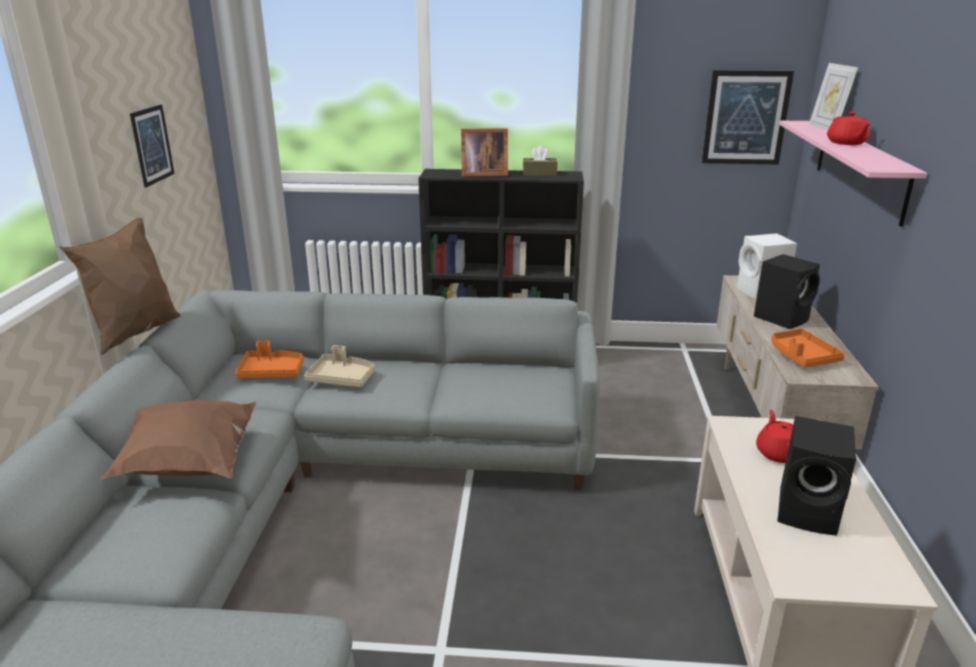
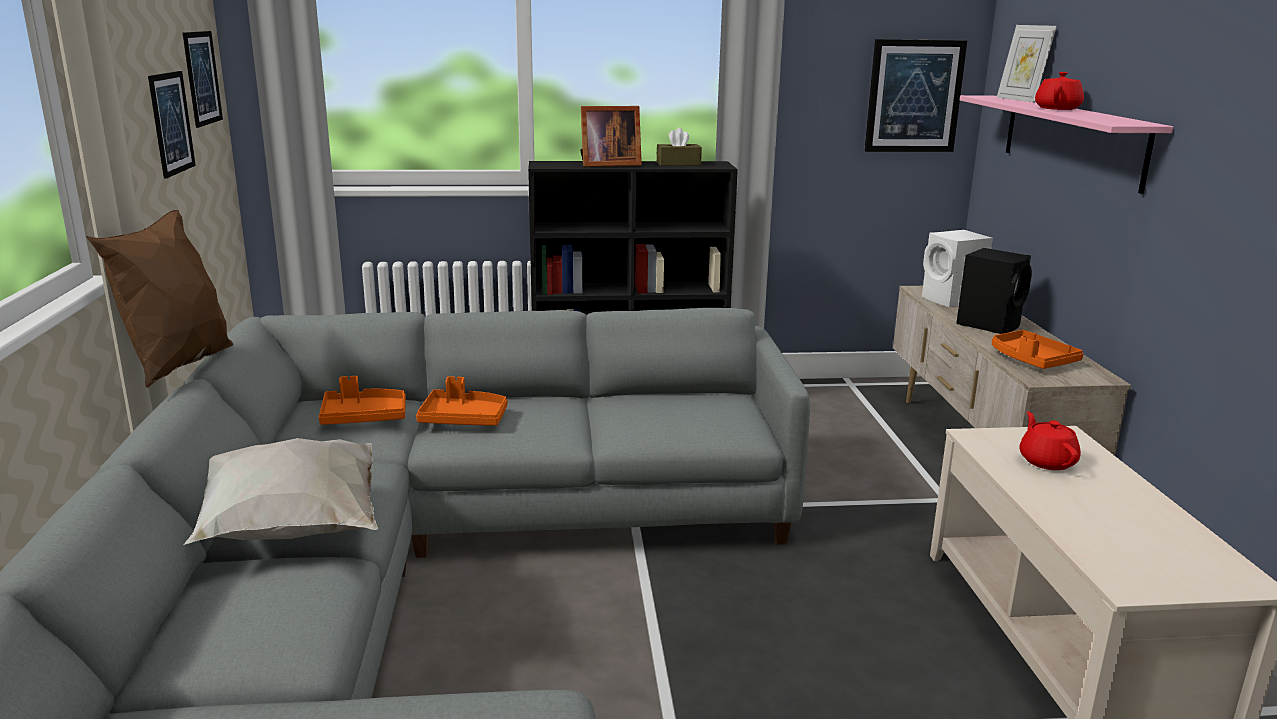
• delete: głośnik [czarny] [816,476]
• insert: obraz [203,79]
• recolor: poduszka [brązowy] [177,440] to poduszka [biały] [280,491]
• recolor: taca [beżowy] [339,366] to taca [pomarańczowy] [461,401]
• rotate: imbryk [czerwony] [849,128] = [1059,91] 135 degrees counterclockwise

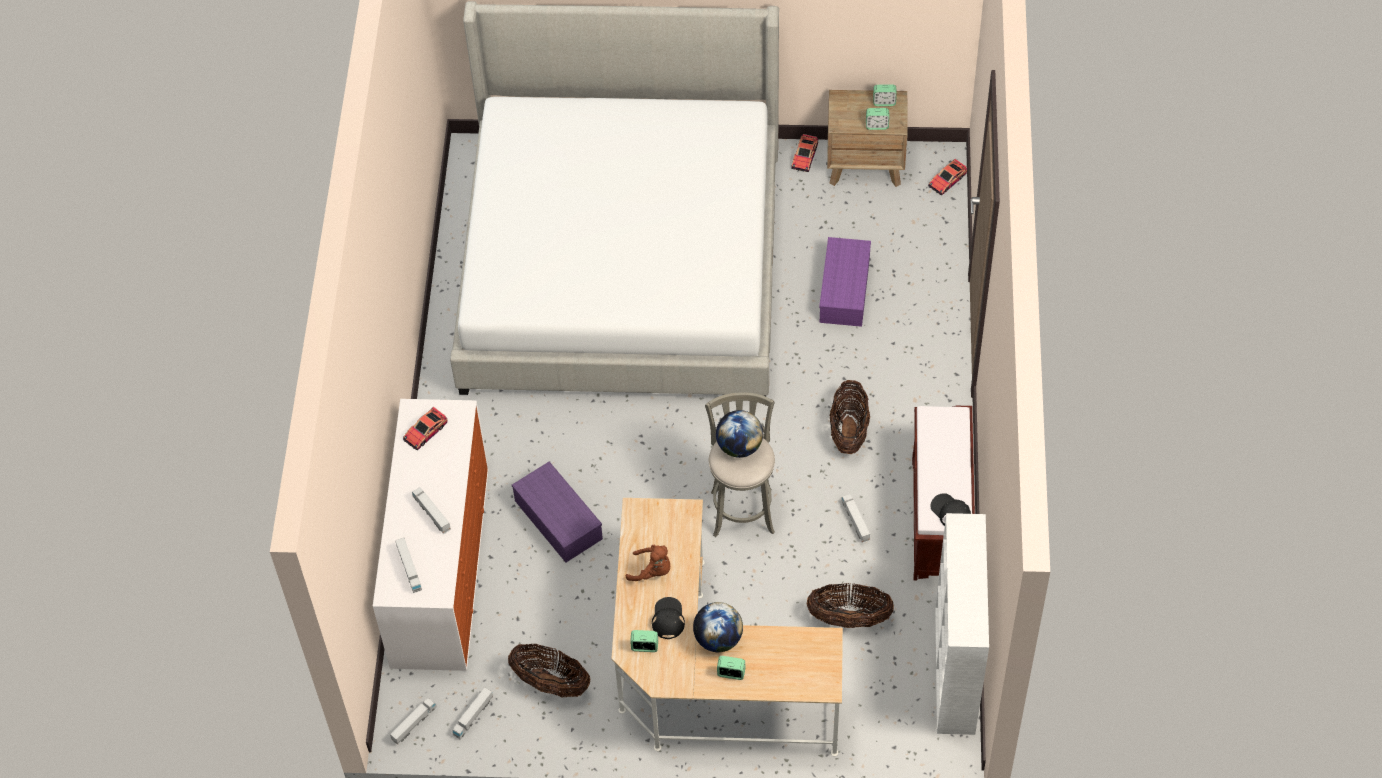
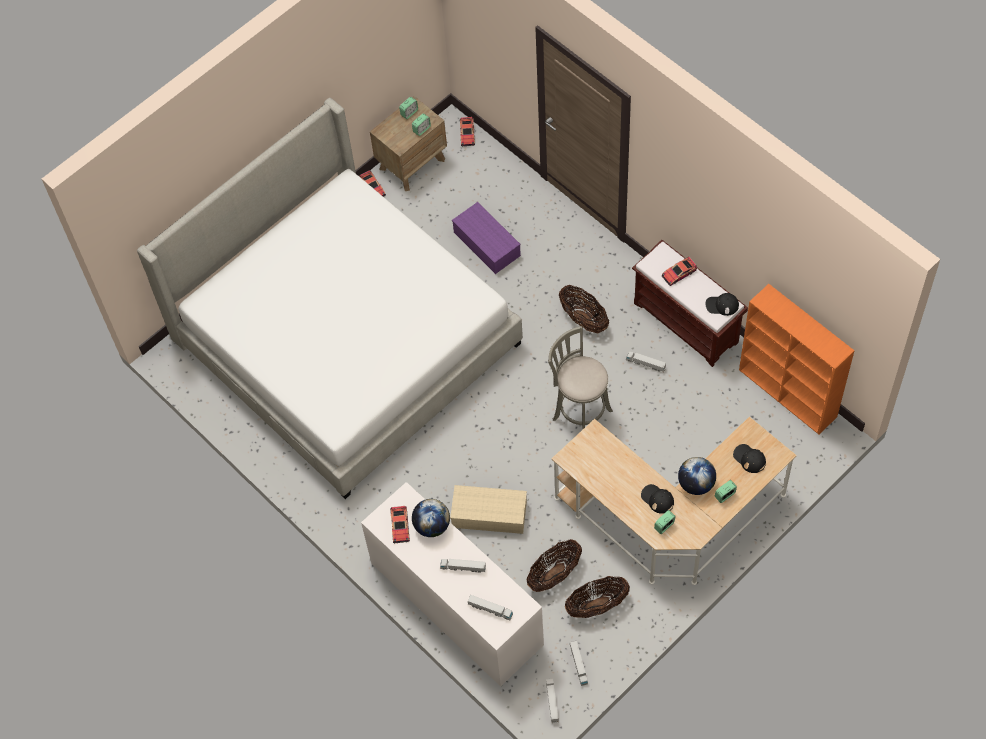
• delete: pluszak [brązowy] [648,563]
• insert: samochodzik [679,271]
• insert: czapka z daszkiem [czarny] [749,458]
• move: globus [739,434] to [431,518]
• move: koszyk [850,605] to [554,565]
• recolor: pojemnik do przechowywania [fioletowy] [557,511] to pojemnik do przechowywania [beżowy] [488,509]
• recolor: regał [biały] [962,624] to regał [pomarańczowy] [797,359]

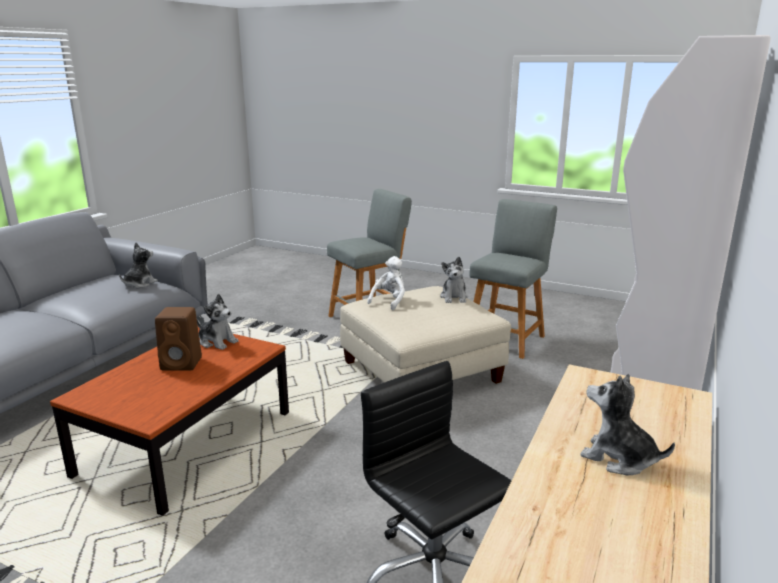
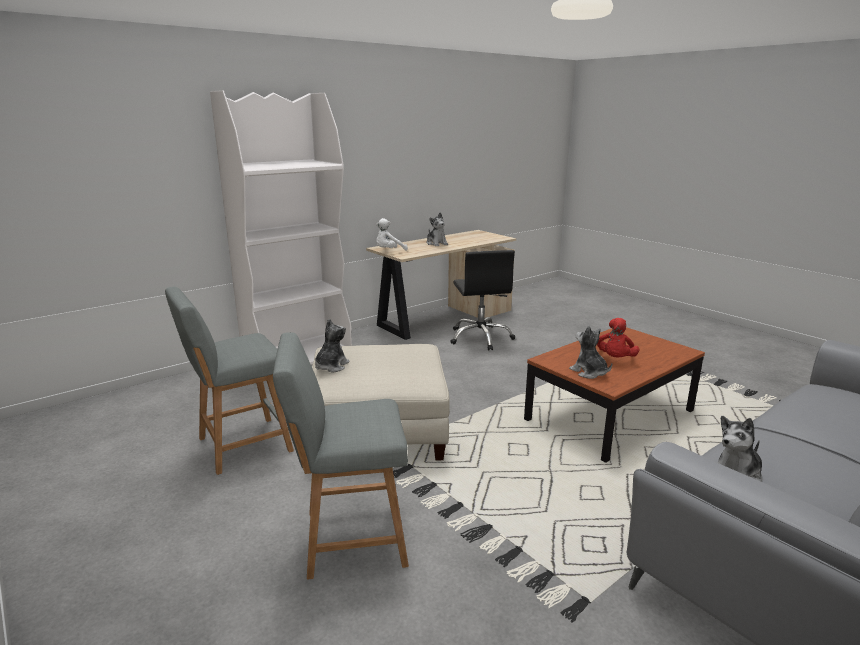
• move: pluszak [biały] [386,283] to [392,234]
• replace: głośnik [brązowy] [178,339] to pluszak [czerwony] [618,338]

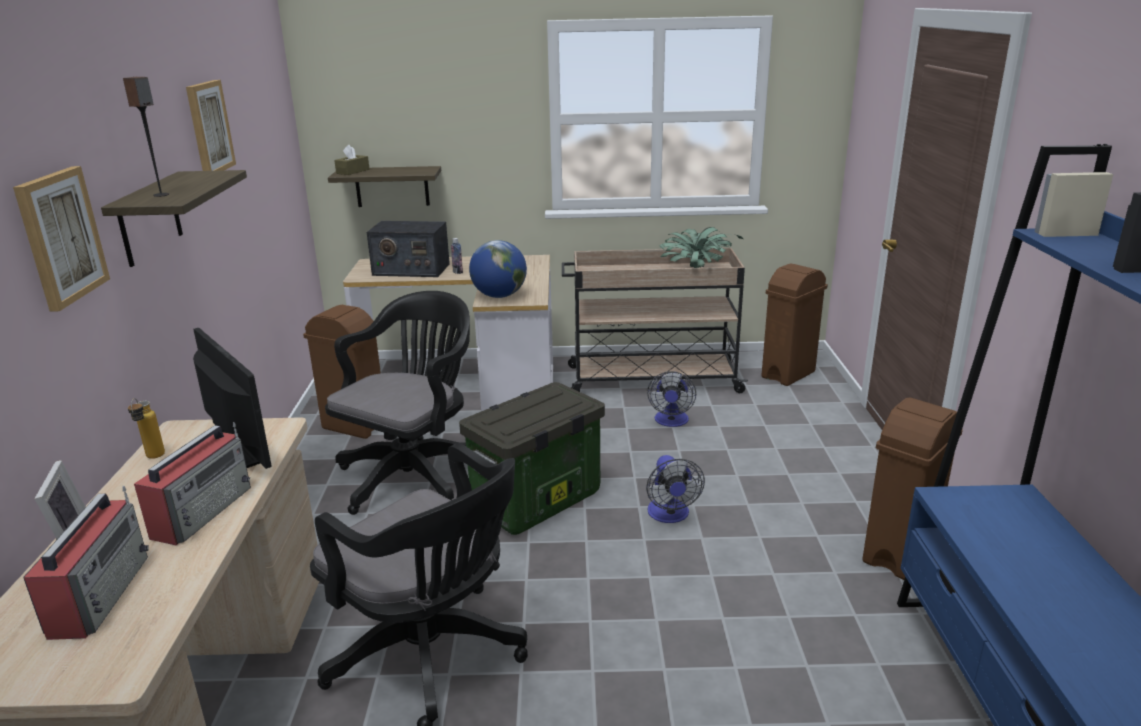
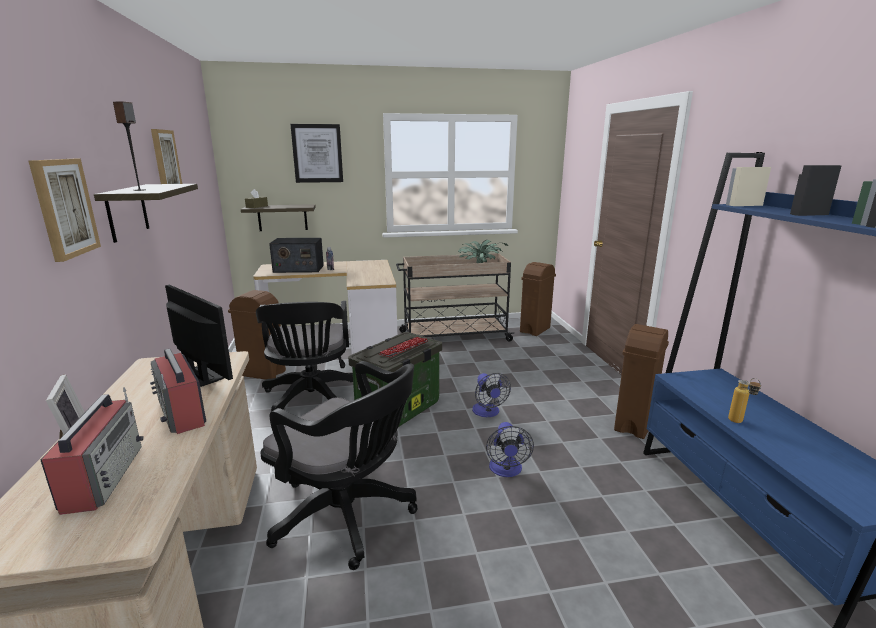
• delete: globus [498,269]
• insert: obraz [316,153]
• insert: klawiatura [403,347]
• move: butelka [146,428] to [744,400]
• move: wentylator [671,399] to [510,449]
• rotate: radio [192,483] = [178,391] 135 degrees clockwise
• rotate: krzesło biurowe [czarny] [397,403] = [304,358] 150 degrees clockwise

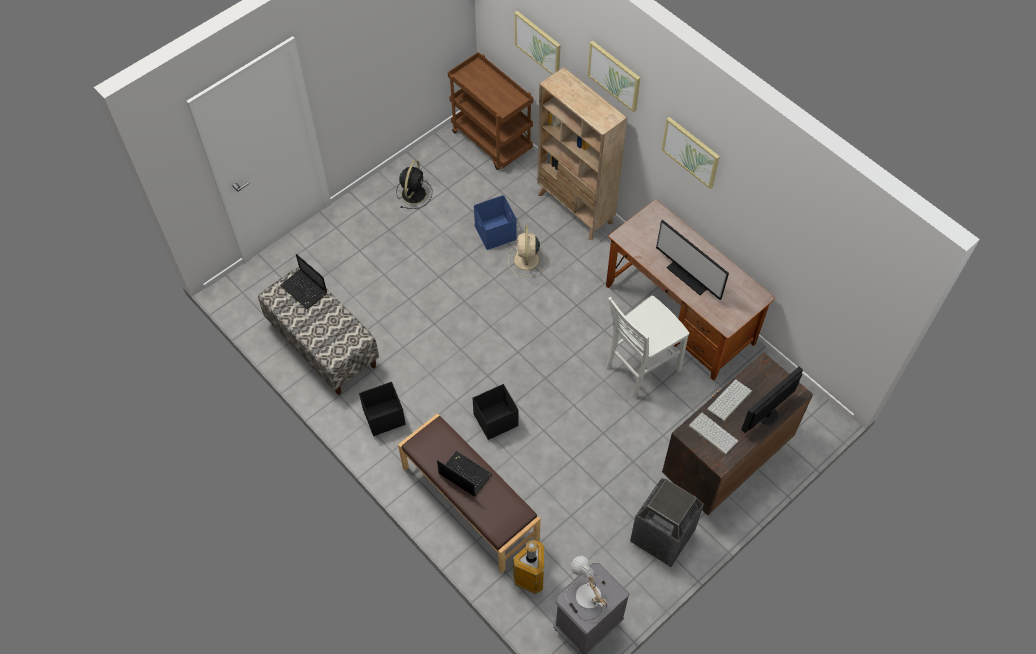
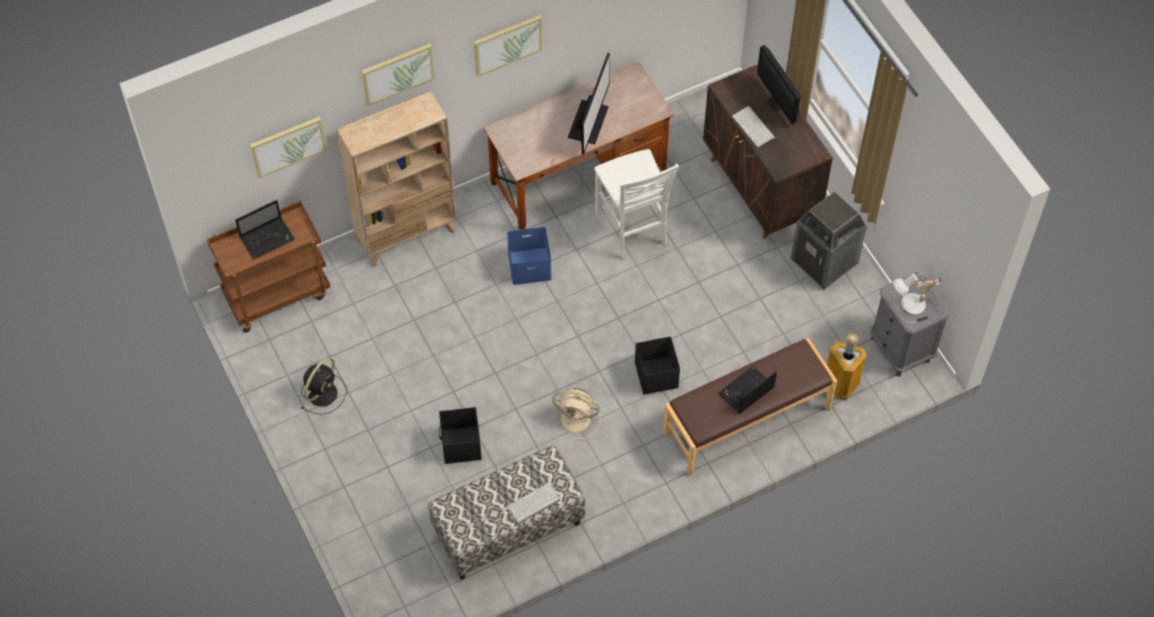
• move: laptop [303,281] to [265,229]
• move: pojemnik do przechowywania [czarny] [382,409] to [460,435]
• move: pojemnik do przechowywania [niebieski] [495,222] to [529,256]
• move: wentylator [beżowy] [527,251] to [576,413]
• move: klawiatura [713,434] to [533,503]
• rotate: wentylator [czarny] [414,184] = [324,386] 90 degrees clockwise
• rotate: monitor [692,260] = [589,103] 45 degrees counterclockwise

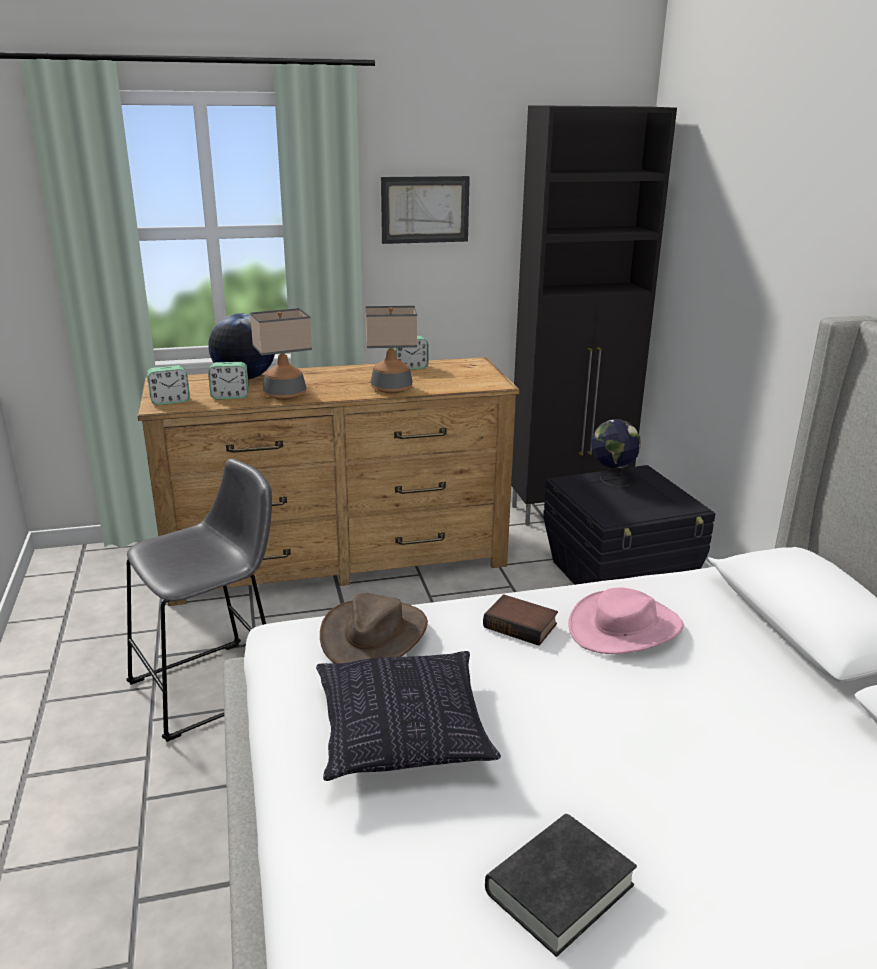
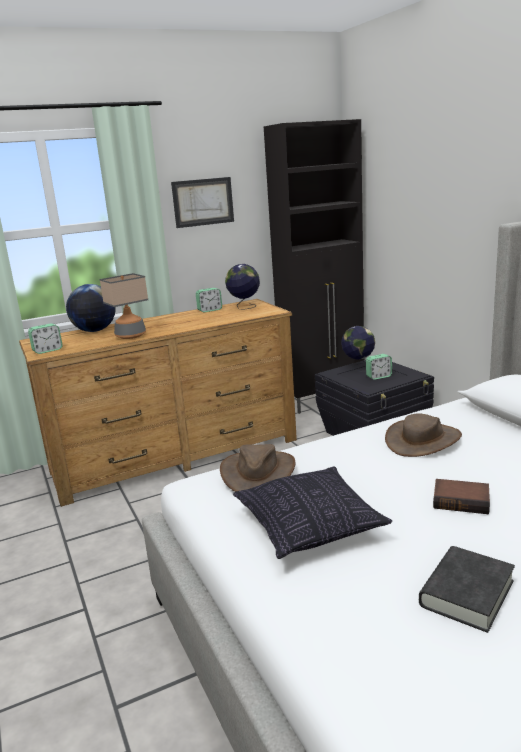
• delete: stołek [szary] [199,600]
• delete: lampa stołowa [391,349]
• insert: globus [242,286]
• move: budzik [228,380] to [379,367]
• move: książka [520,620] to [461,496]
• recolor: kapelusz [różowy] [626,620] to kapelusz [brązowy] [423,435]

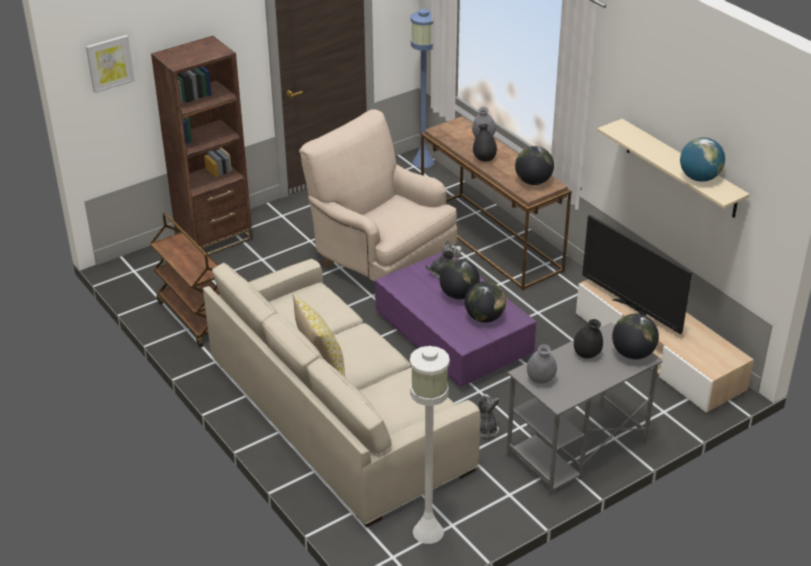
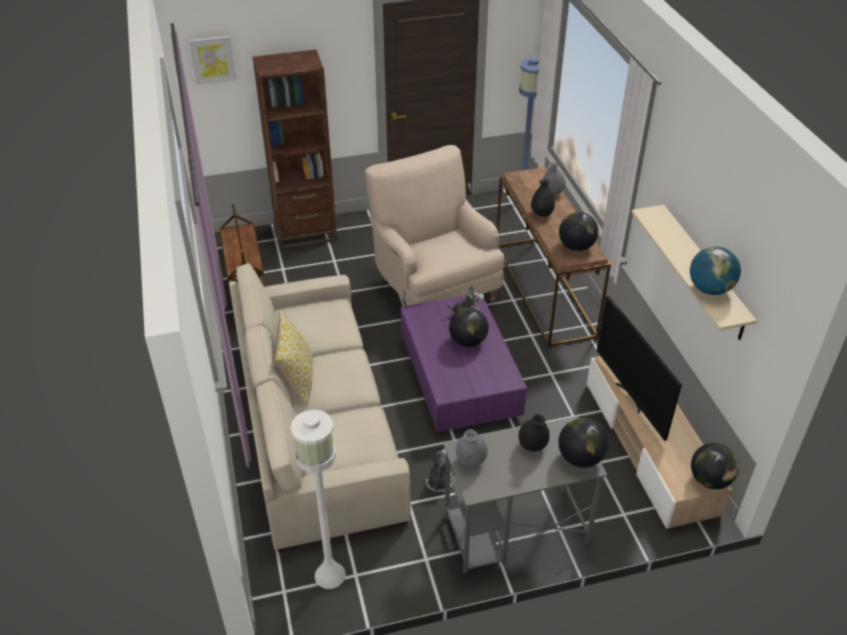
• move: globus [485,302] to [715,466]

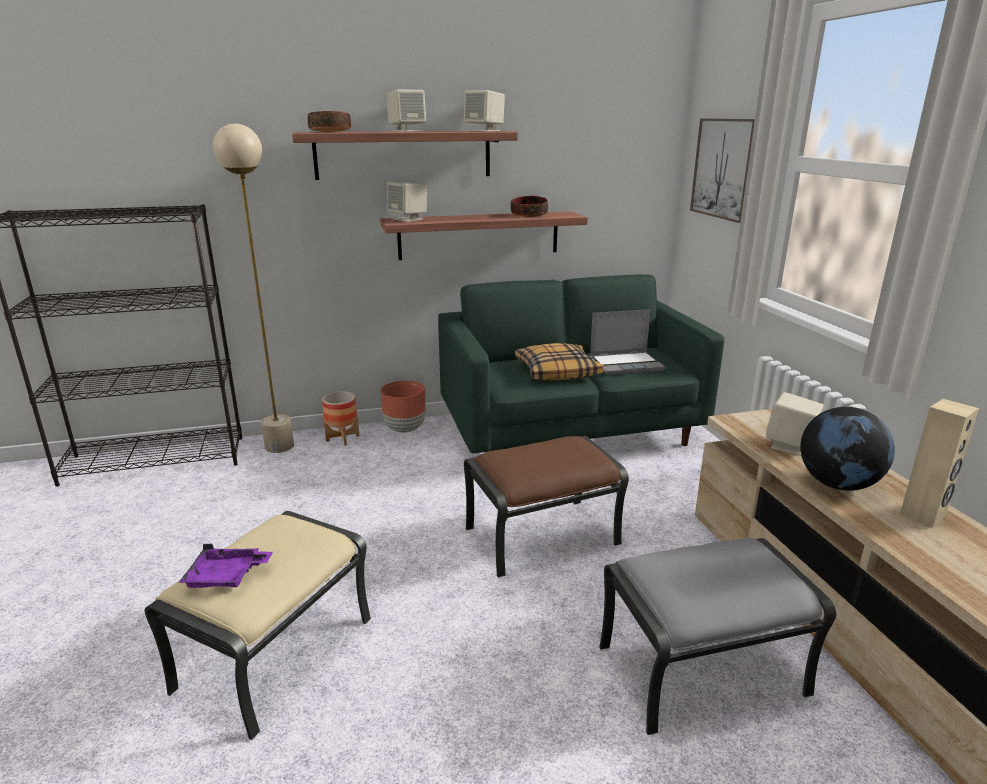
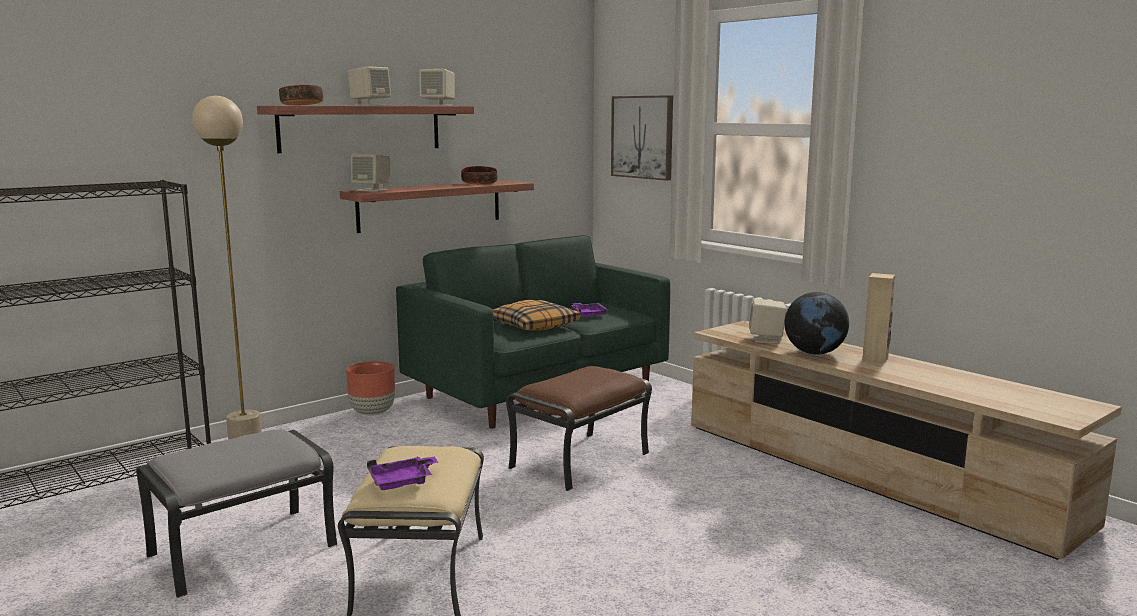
• delete: donica [340,418]
• move: pufa [szary] [717,636] to [236,513]
• replace: laptop [627,342] to taca [fioletowy] [589,310]

